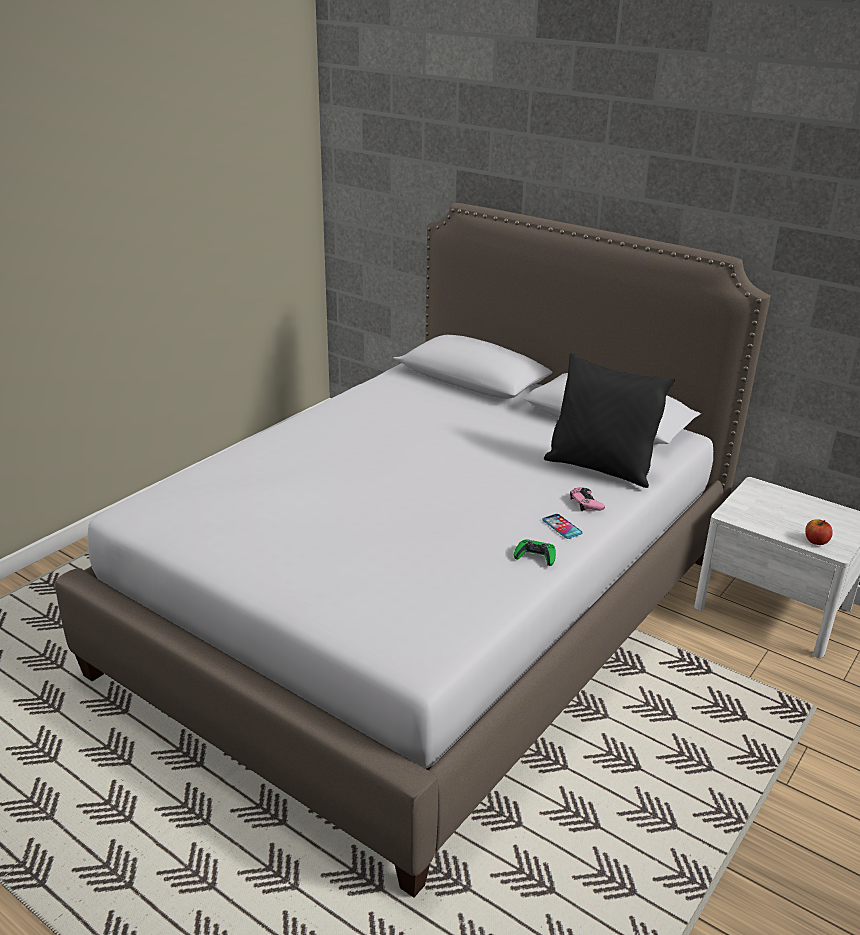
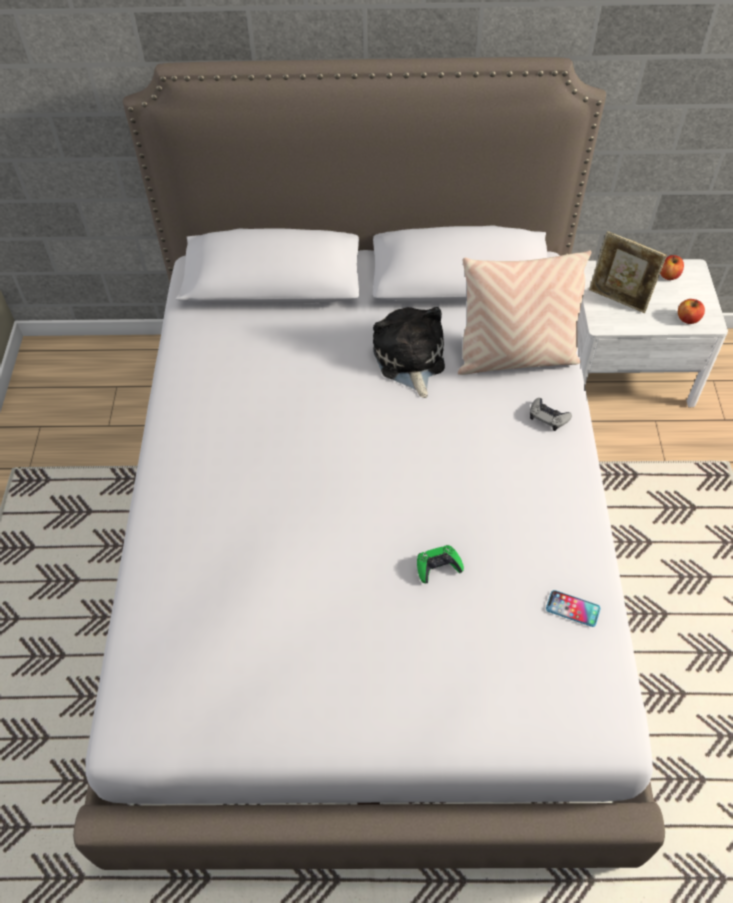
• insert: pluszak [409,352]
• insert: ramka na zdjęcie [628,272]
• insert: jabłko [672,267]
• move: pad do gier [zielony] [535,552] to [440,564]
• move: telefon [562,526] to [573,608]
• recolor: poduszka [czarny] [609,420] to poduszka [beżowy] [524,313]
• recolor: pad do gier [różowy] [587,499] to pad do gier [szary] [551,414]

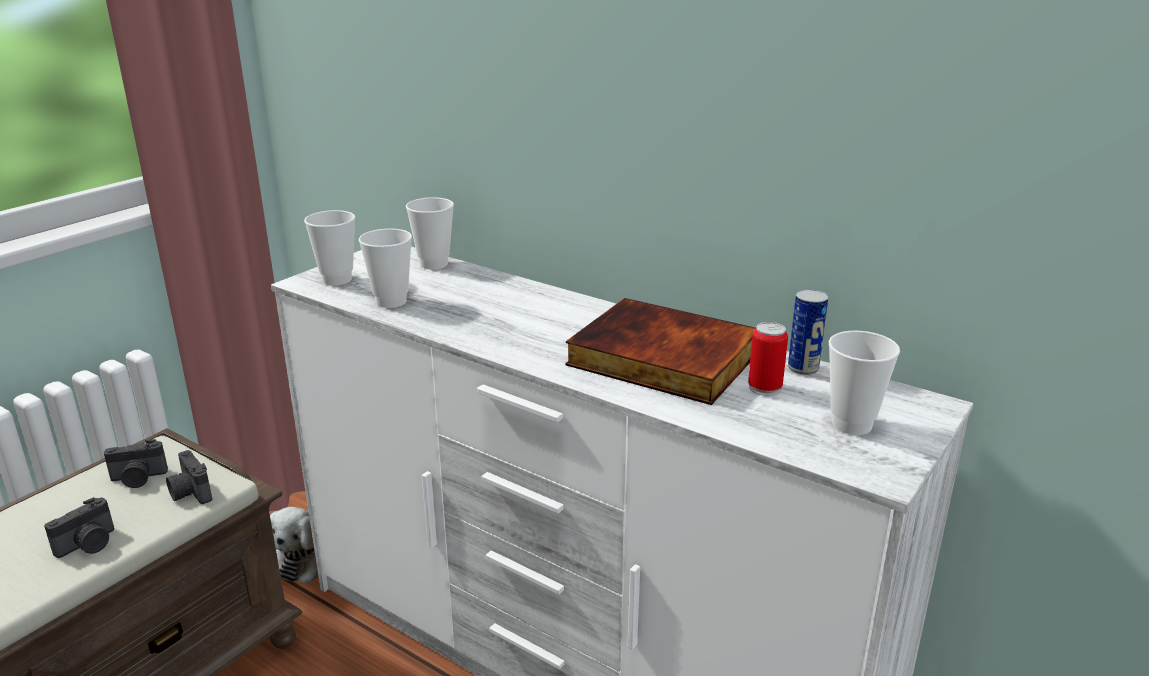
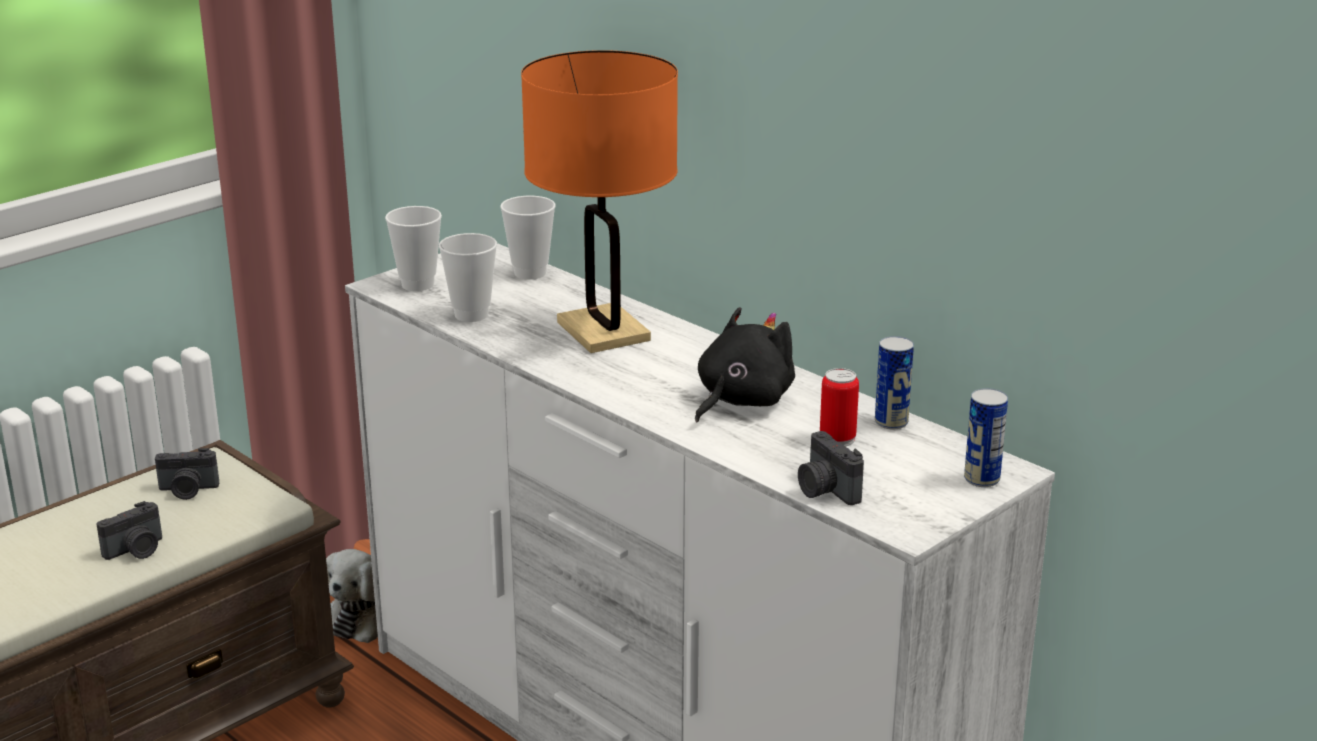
• delete: filiżanka [864,383]
• insert: lampa stołowa [pomarańczowy] [599,201]
• insert: puszka [986,437]
• move: aparat fotograficzny [189,477] to [831,468]
• replace: książka [660,351] to pluszak [czarny] [745,364]

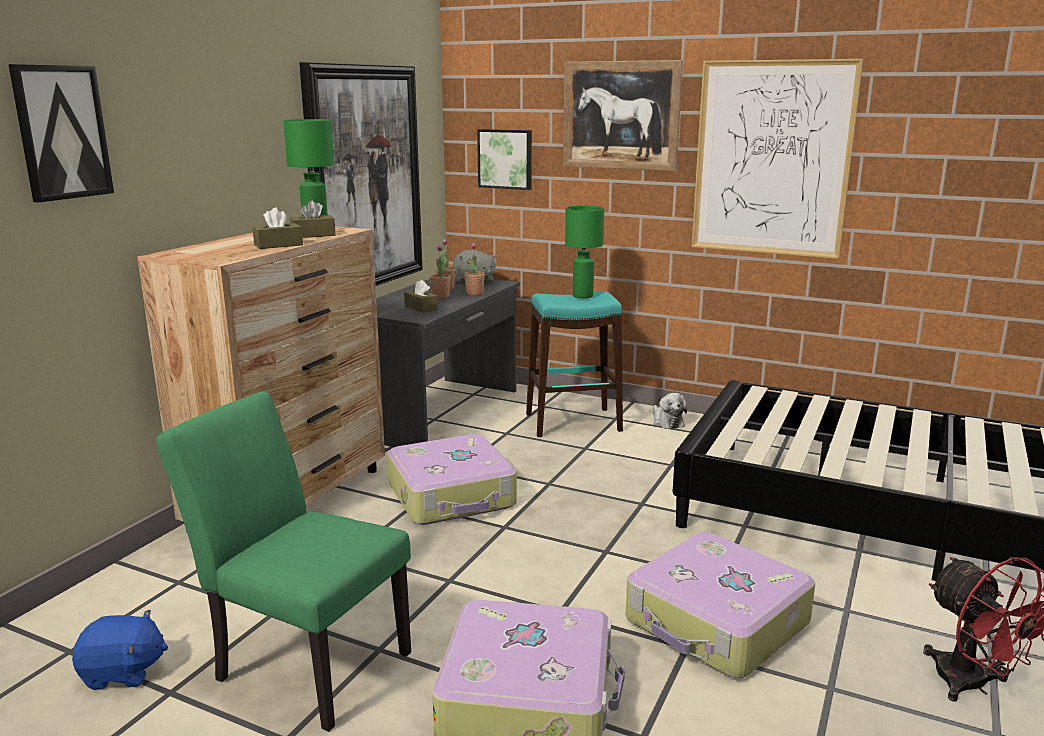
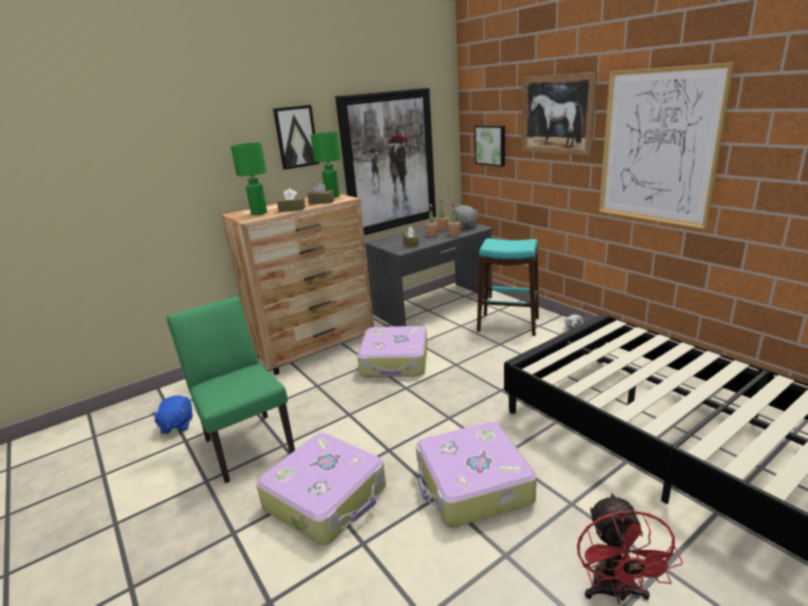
• move: obraz [61,133] to [296,137]
• move: lampa stołowa [zielony] [584,252] to [249,179]
• rotate: pluszak [niebieski] [120,650] = [172,415] 60 degrees clockwise

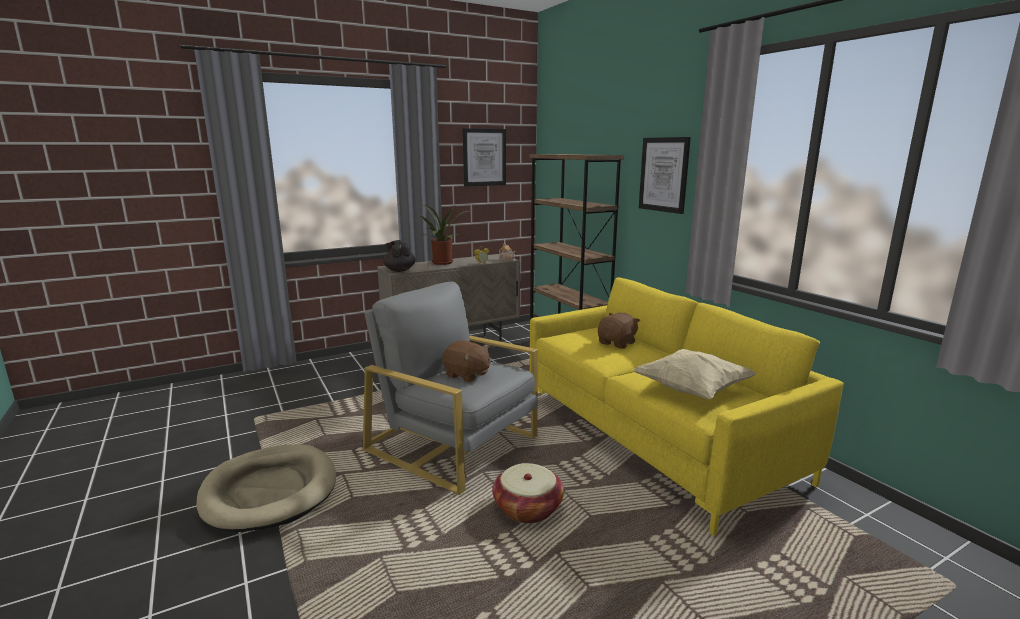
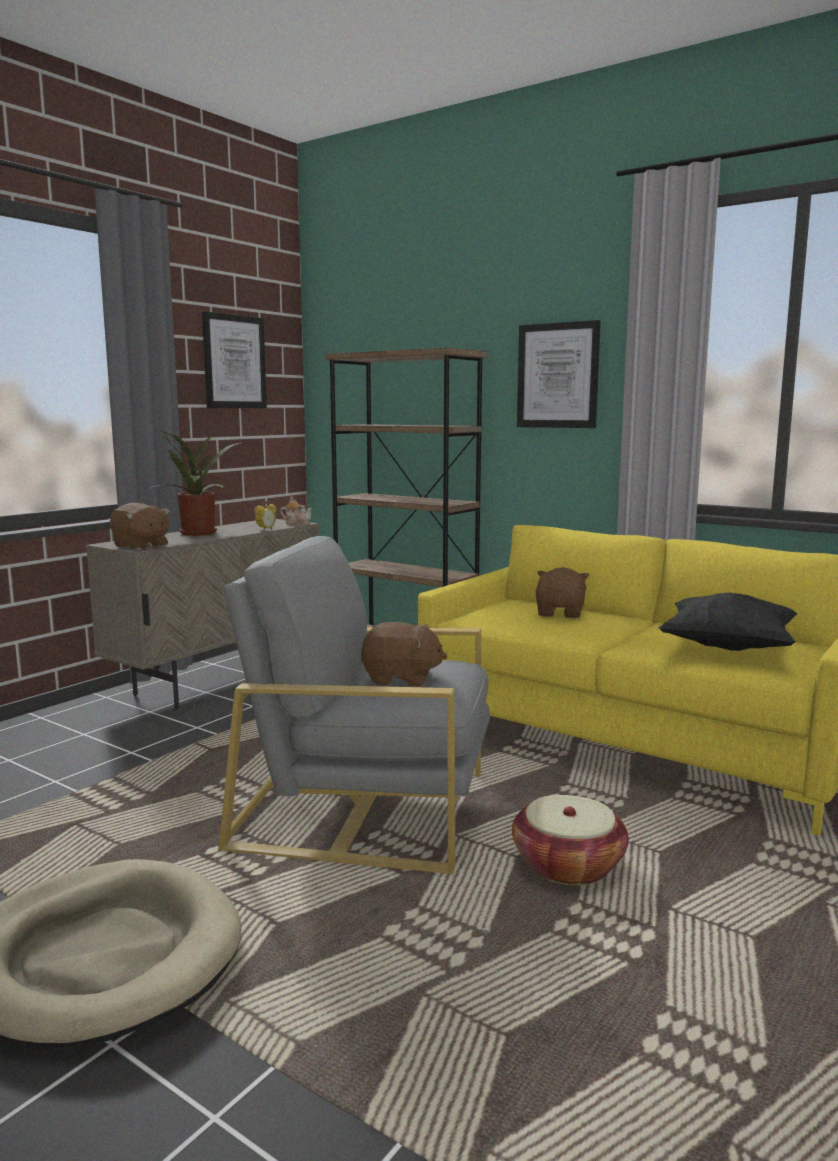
• replace: imbryk [czarny] [399,256] to pluszak [brązowy] [140,526]
• recolor: poduszka [beżowy] [695,374] to poduszka [czarny] [728,622]

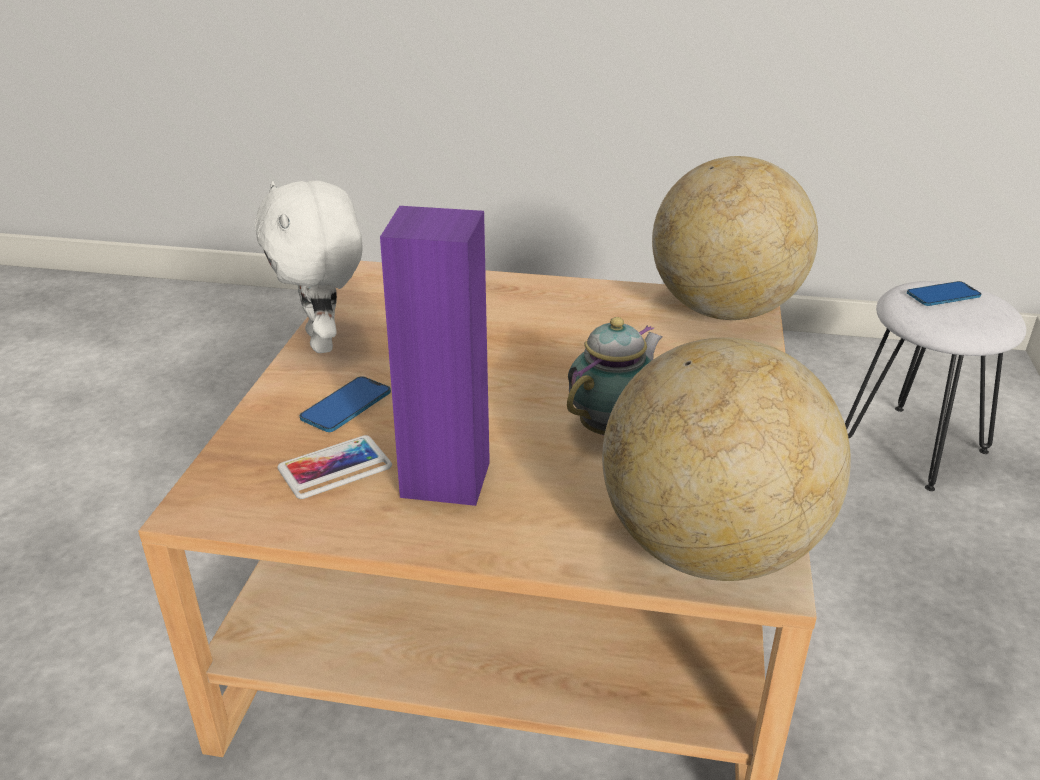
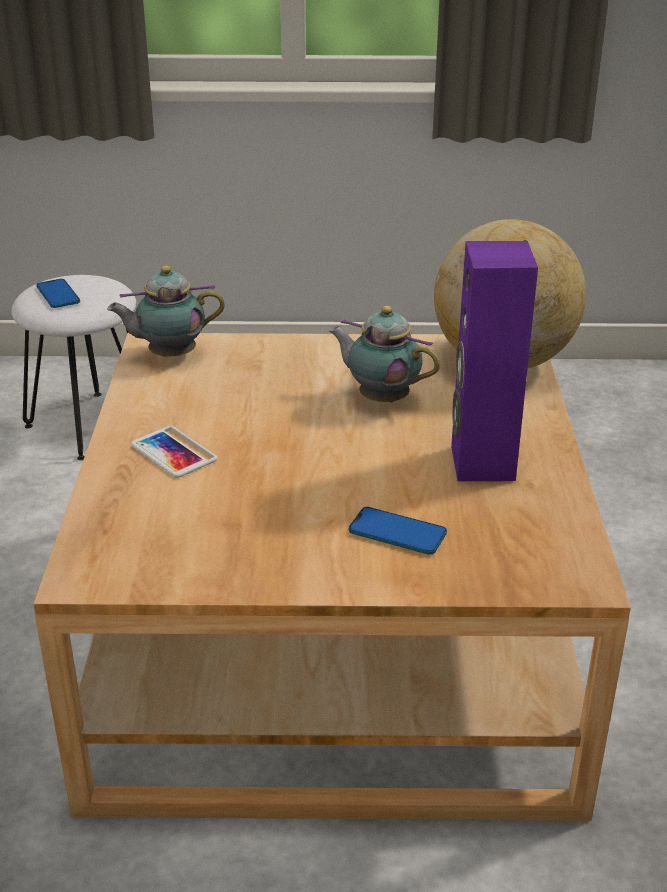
• delete: pluszak [biały] [309,267]
• move: telefon [334,467] to [174,452]
• replace: globus [735,238] to imbryk [166,311]

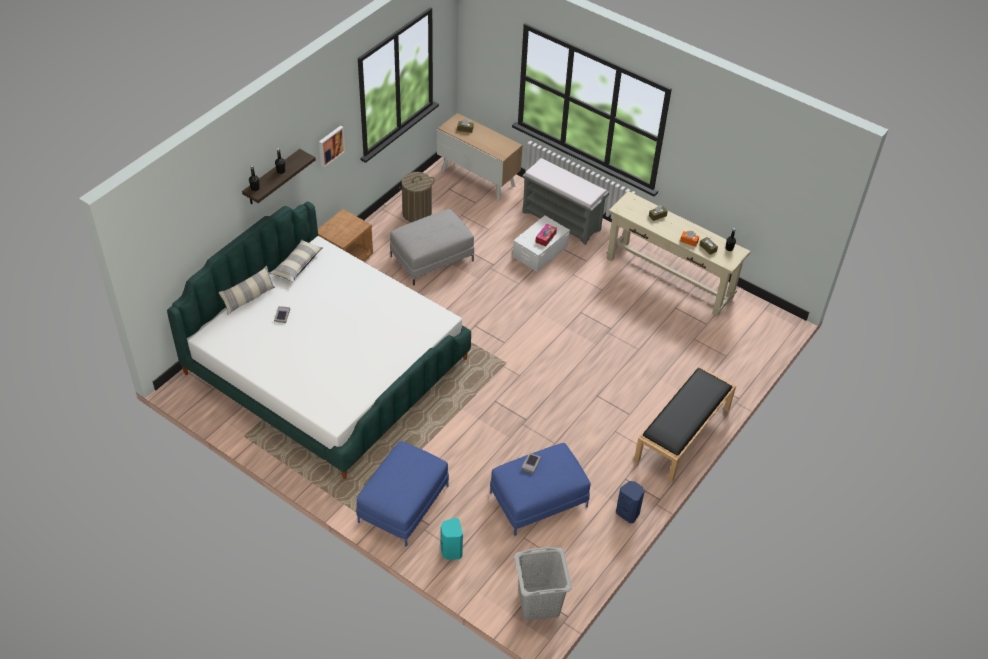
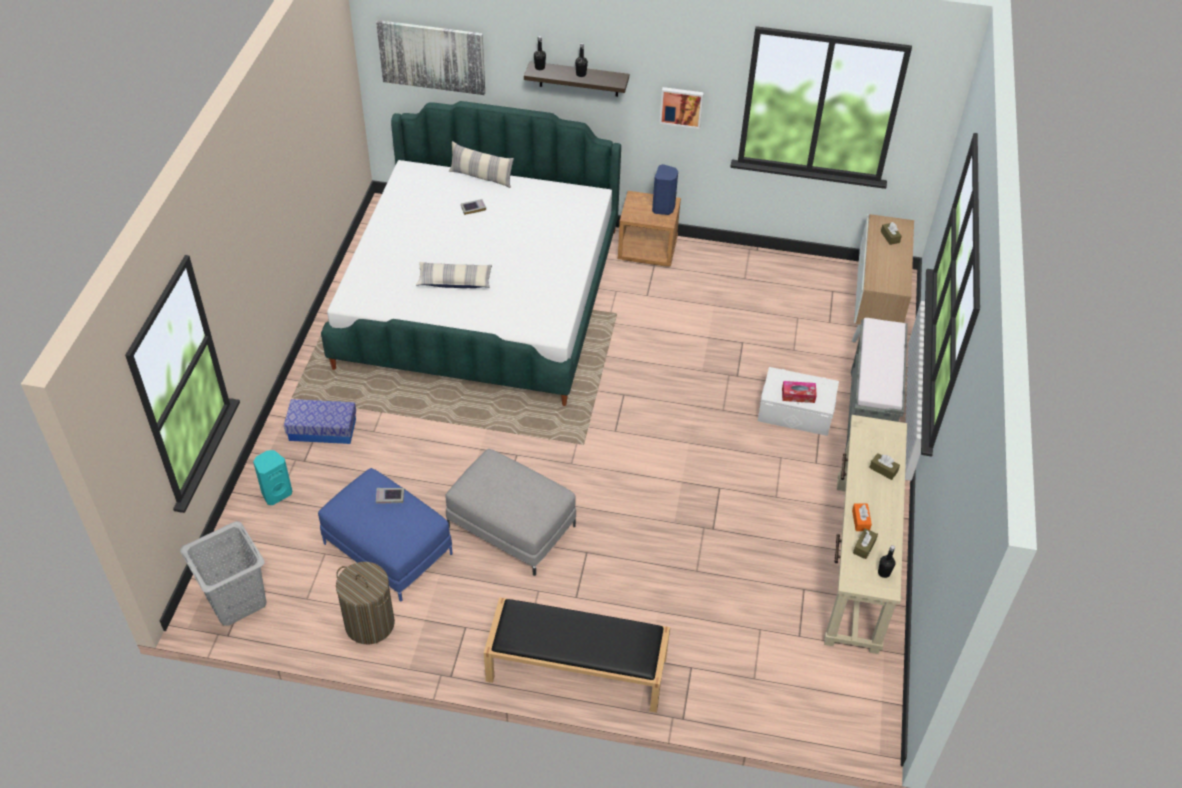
• insert: obraz [430,57]
• move: poduszka [296,261] to [454,275]
• move: pufa [szary] [432,247] to [510,512]
• move: kosz na pranie [417,197] to [365,603]
• move: głośnik [niebieski] [630,502] to [665,189]
• replace: pufa [niebieski] [403,493] to pojemnik do przechowywania [320,421]

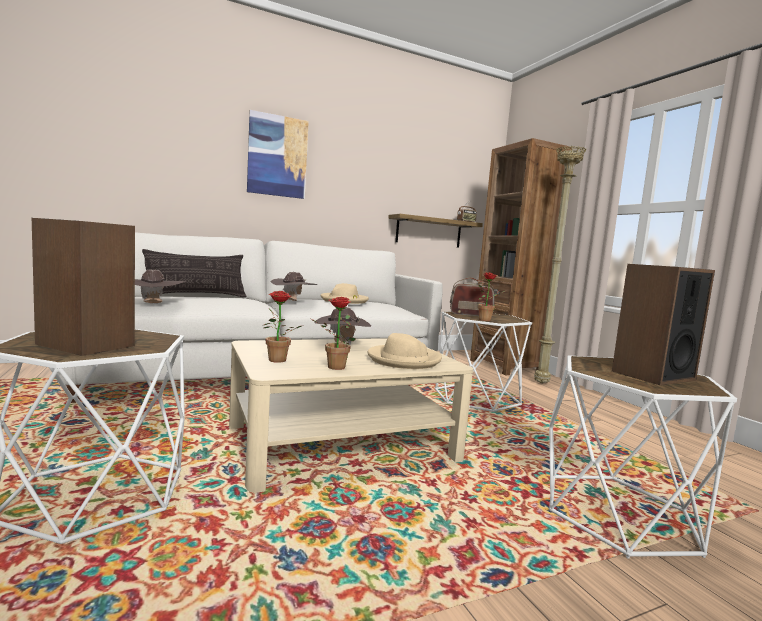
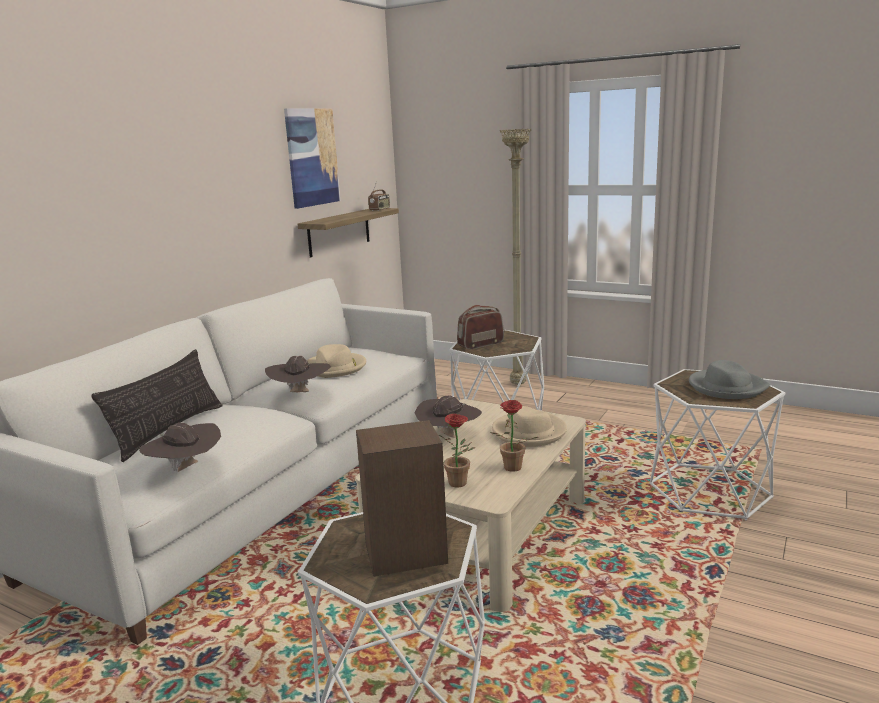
• delete: regał [brązowy] [521,256]
• delete: roślina doniczkowa [492,296]
• move: obraz [278,154] to [312,158]
• replace: głośnik [663,324] to kapelusz [szary] [729,379]

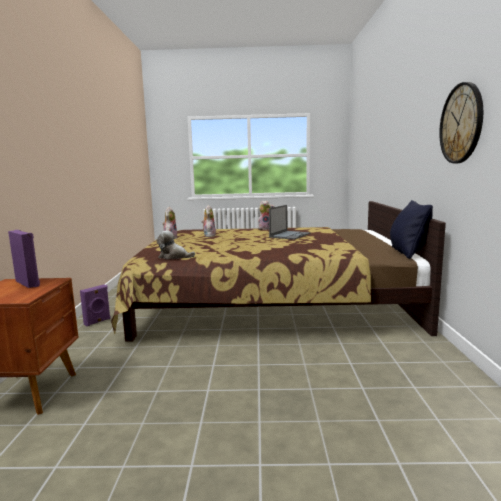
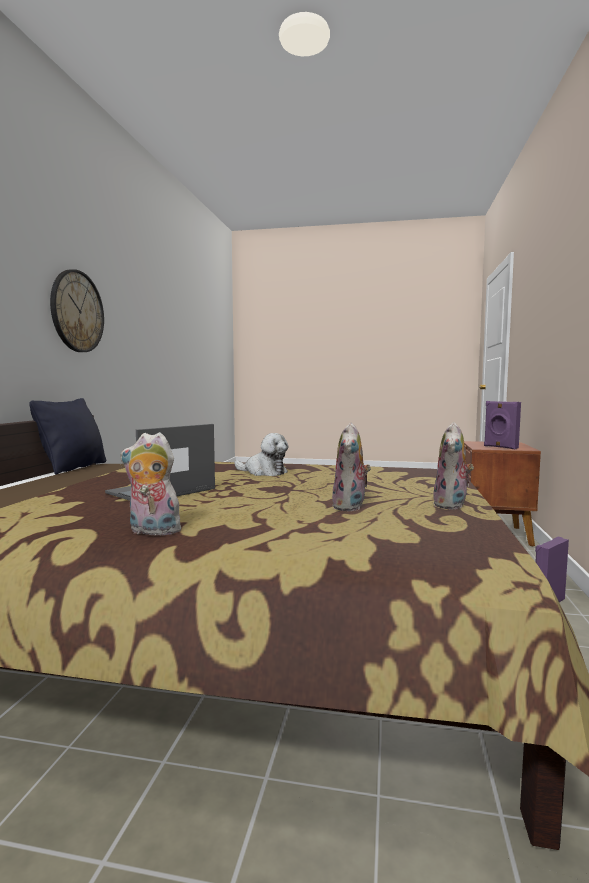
• move: pluszak [176,244] to [261,454]

